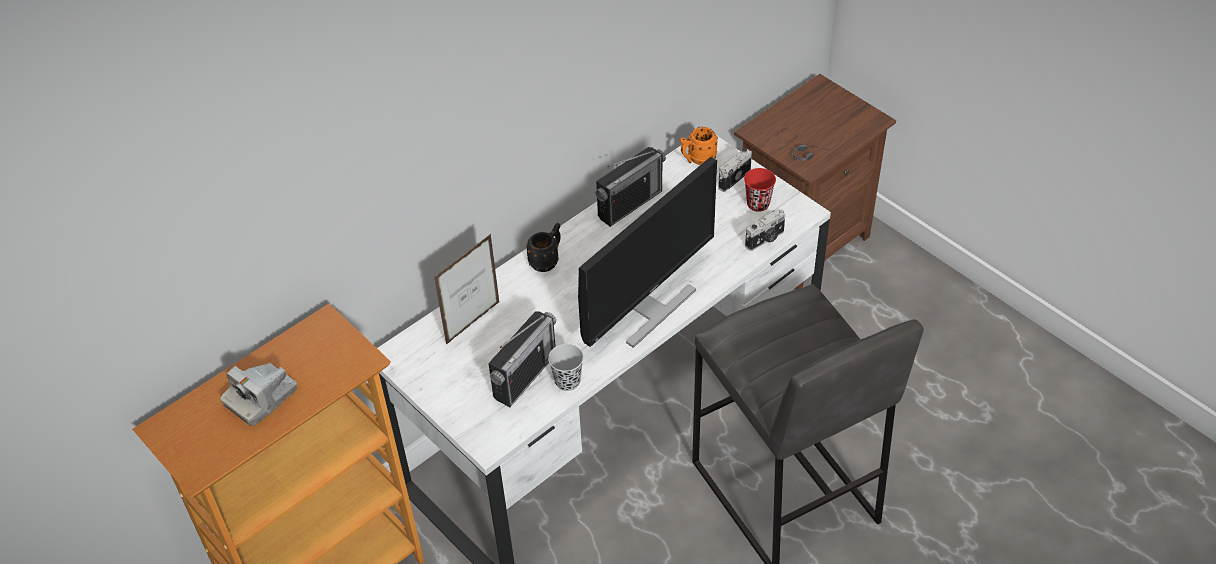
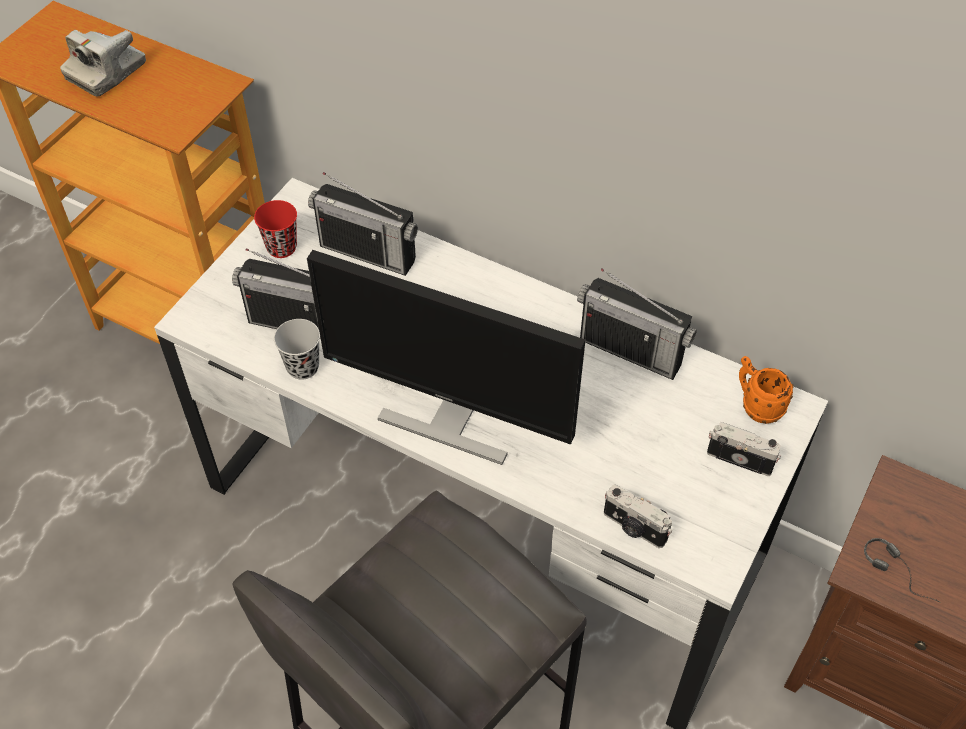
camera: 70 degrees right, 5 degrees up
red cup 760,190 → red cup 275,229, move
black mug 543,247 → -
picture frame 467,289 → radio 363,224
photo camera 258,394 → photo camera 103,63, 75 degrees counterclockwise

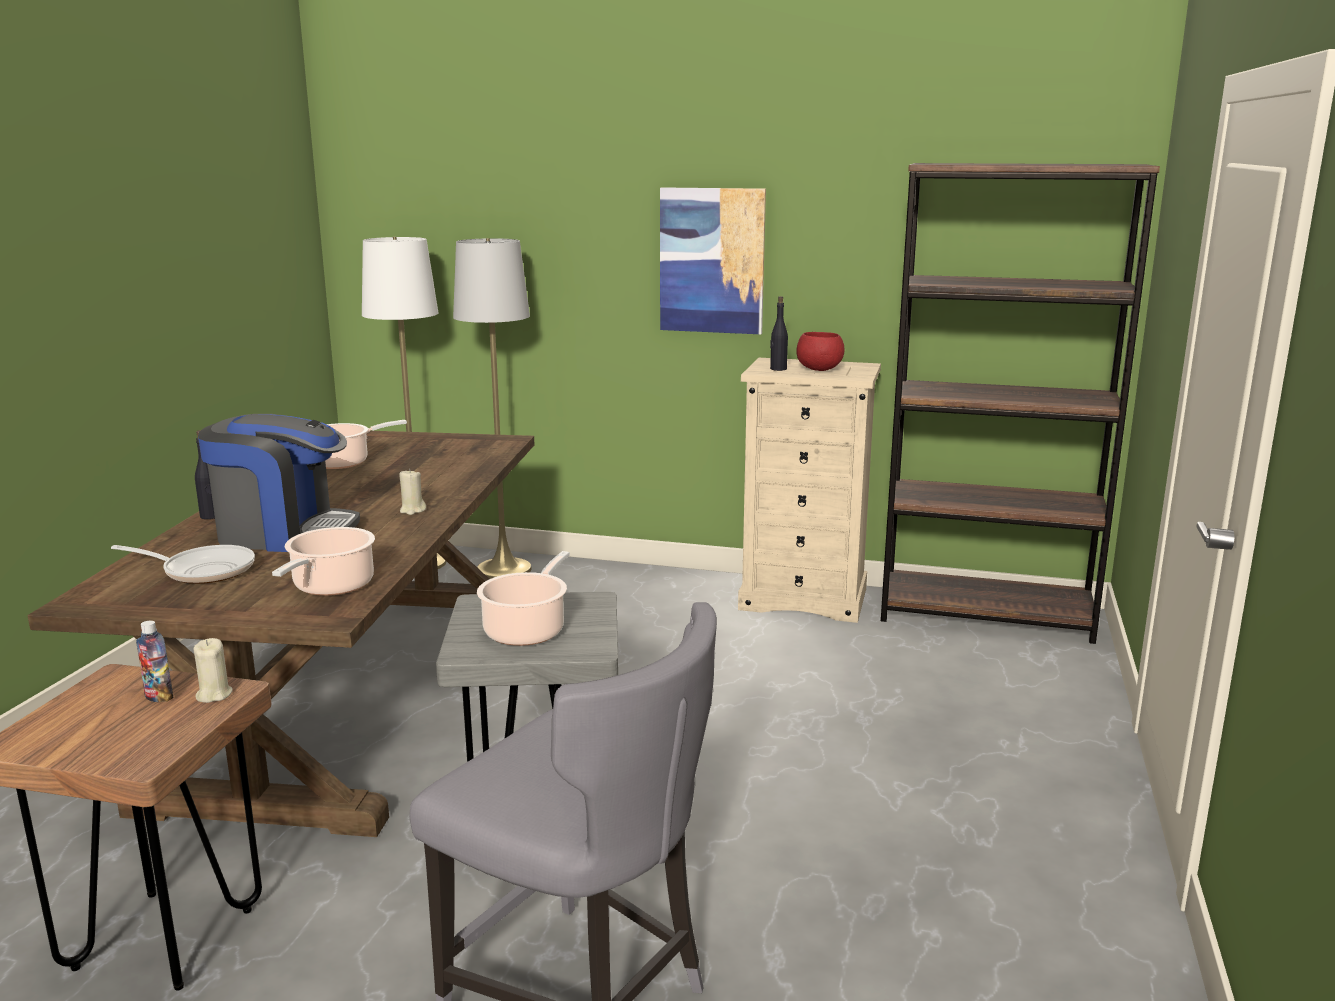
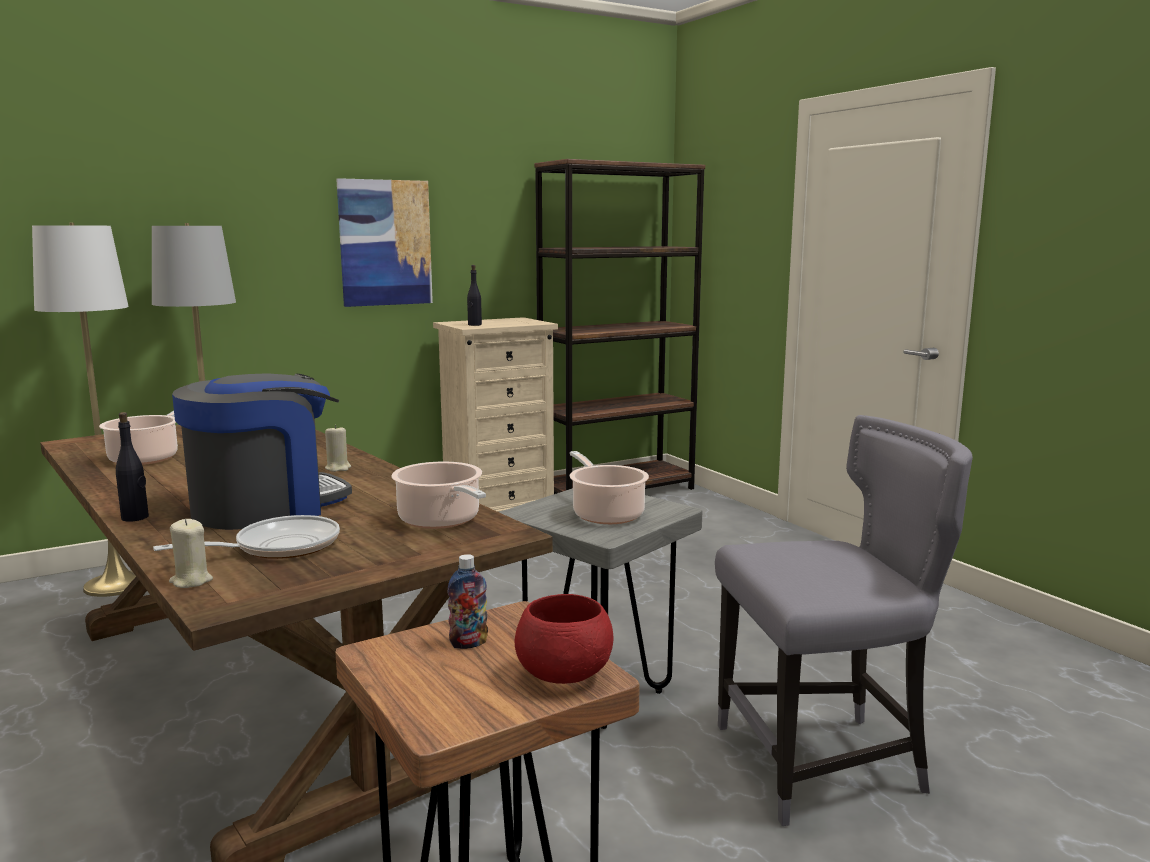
camera: 45 degrees left, 5 degrees down
red bowl 820,351 → red bowl 564,639, move
beige candle 213,670 → beige candle 191,553, move

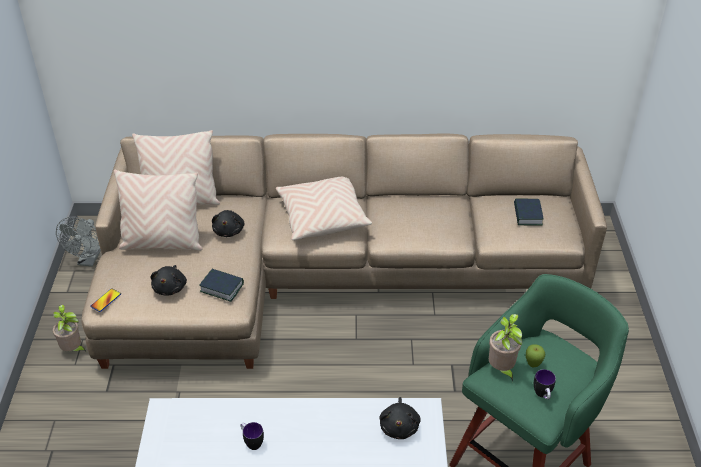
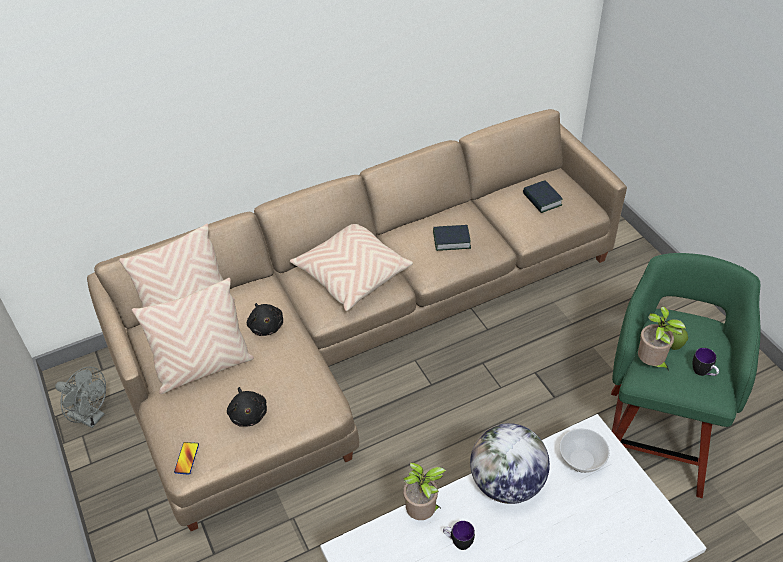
camera: 25 degrees left, 5 degrees up
grey fan 78,242 → grey fan 80,397, 45 degrees counterclockwise
book 221,285 → book 452,238, move
potted plant 70,328 → potted plant 424,491, move
black plush toy 400,418 → bowl 585,450
- → globe 510,463

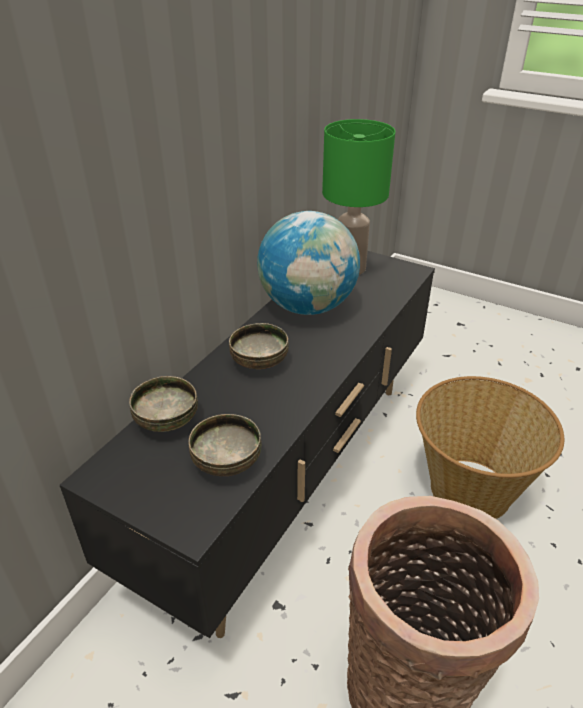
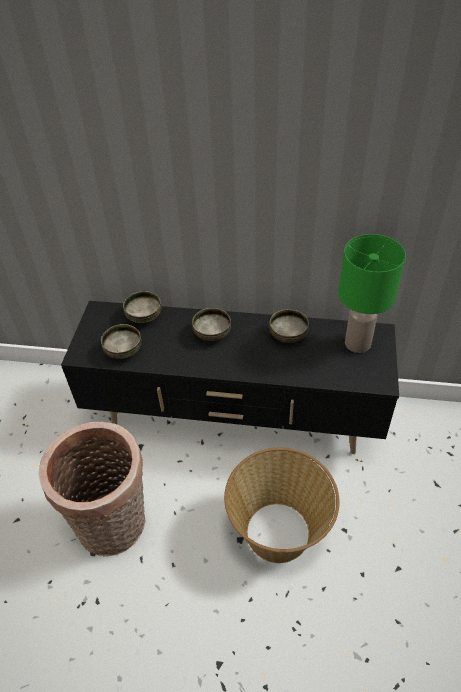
camera: 70 degrees right, 10 degrees up
globe 308,263 → bowl 289,326

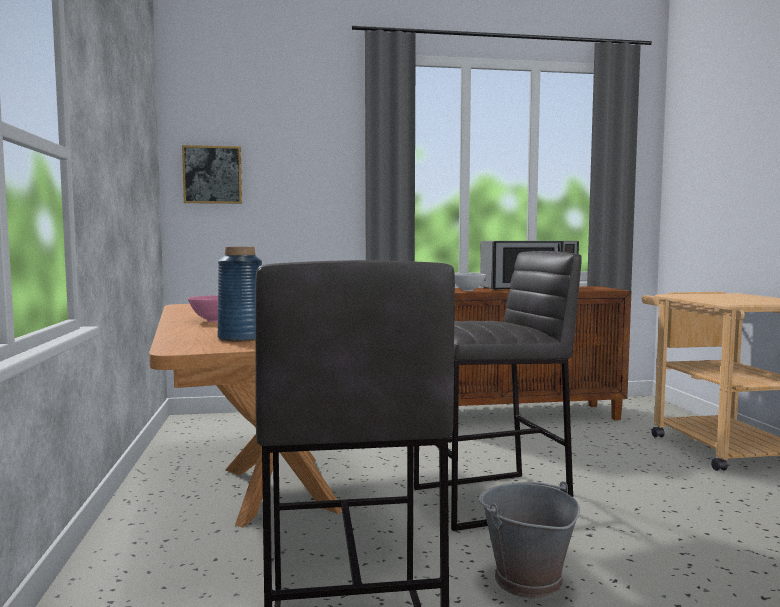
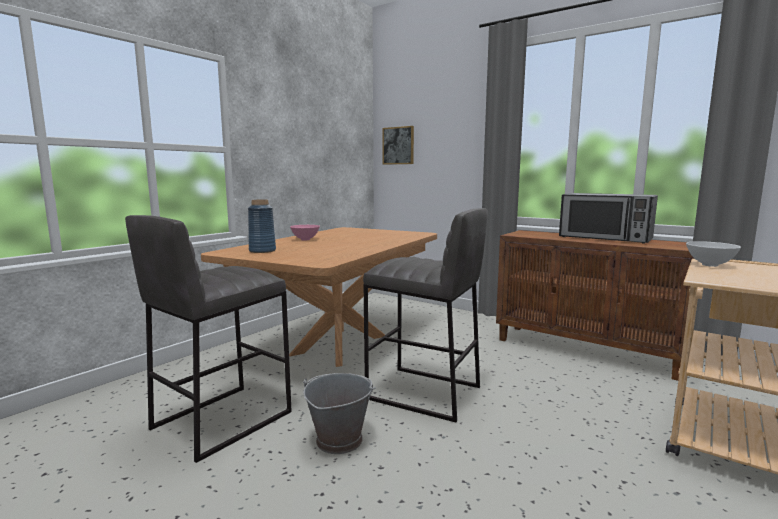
camera: 45 degrees right, 5 degrees up
white bowl 470,282 → white bowl 713,254, move

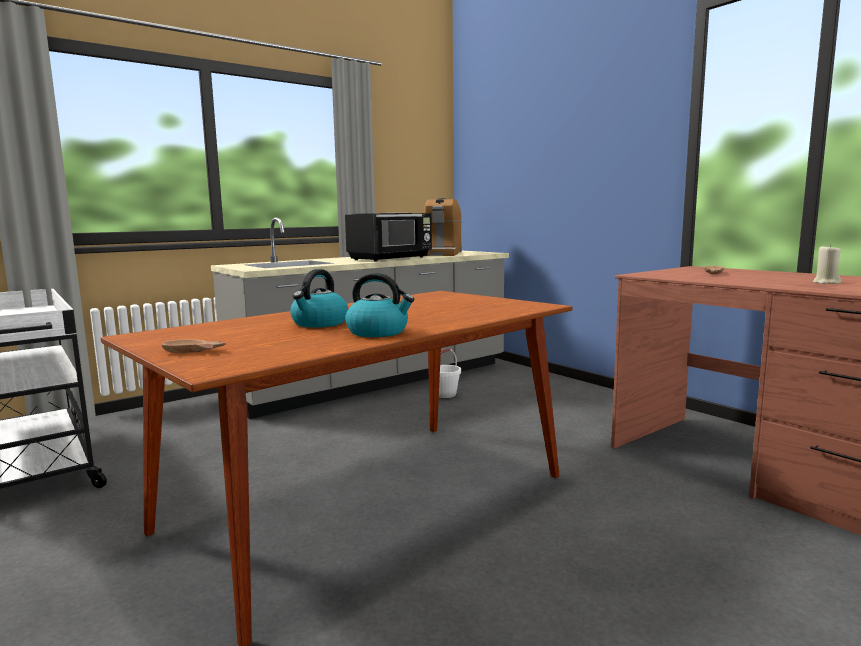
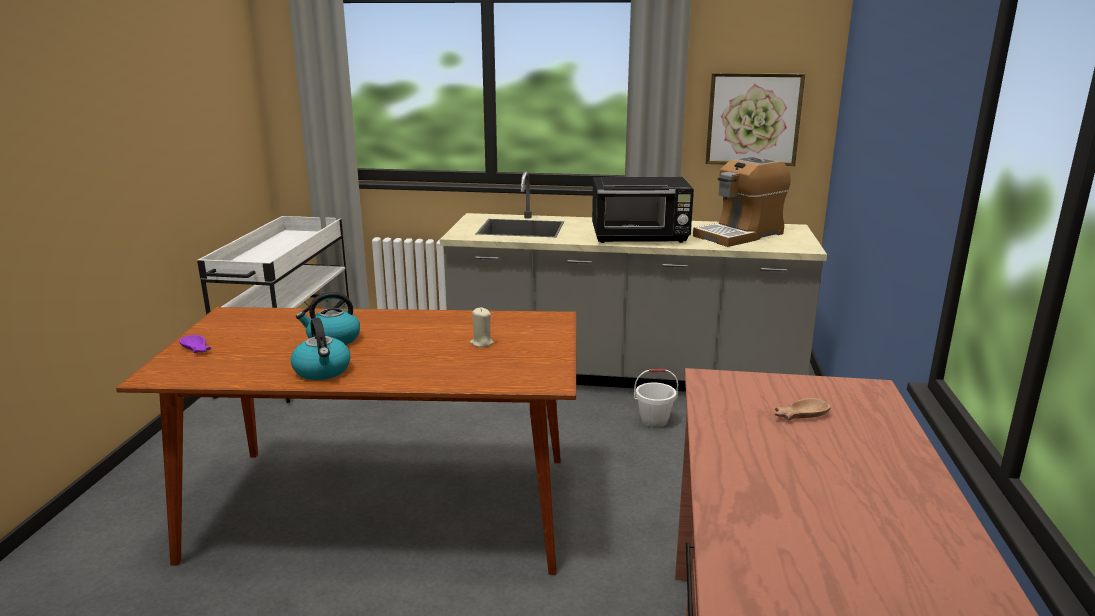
camera: 45 degrees right, 10 degrees up
beige candle 827,264 → beige candle 482,327, move
brown bowl 193,346 → purple bowl 195,344
- → picture 755,119

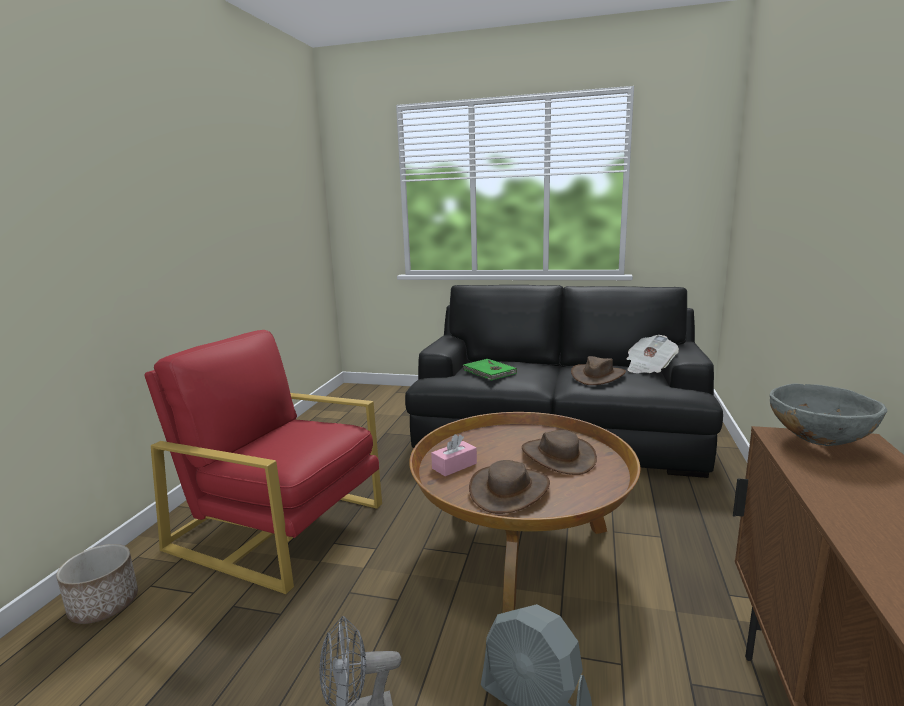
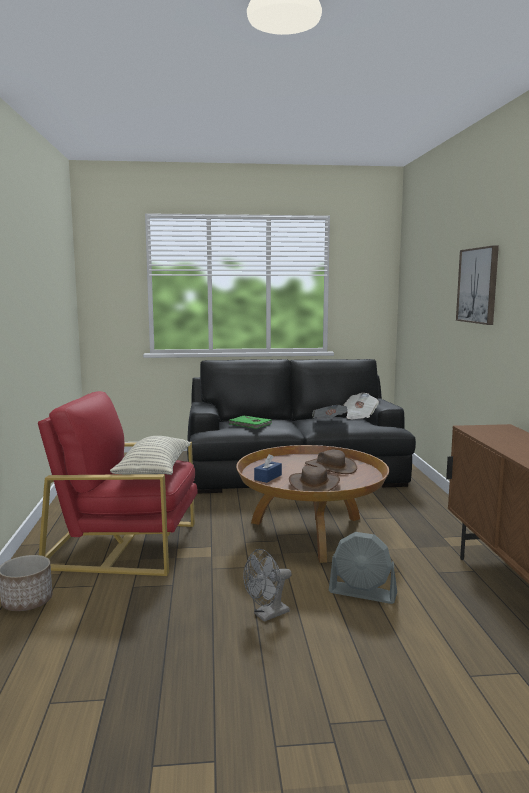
camera: 20 degrees left, 5 degrees down
brown hat 598,370 → newspaper 330,412
grey bowl 828,414 → -
pink tissue box 454,455 → blue tissue box 268,468
- → picture 477,285
- → pillow 150,455

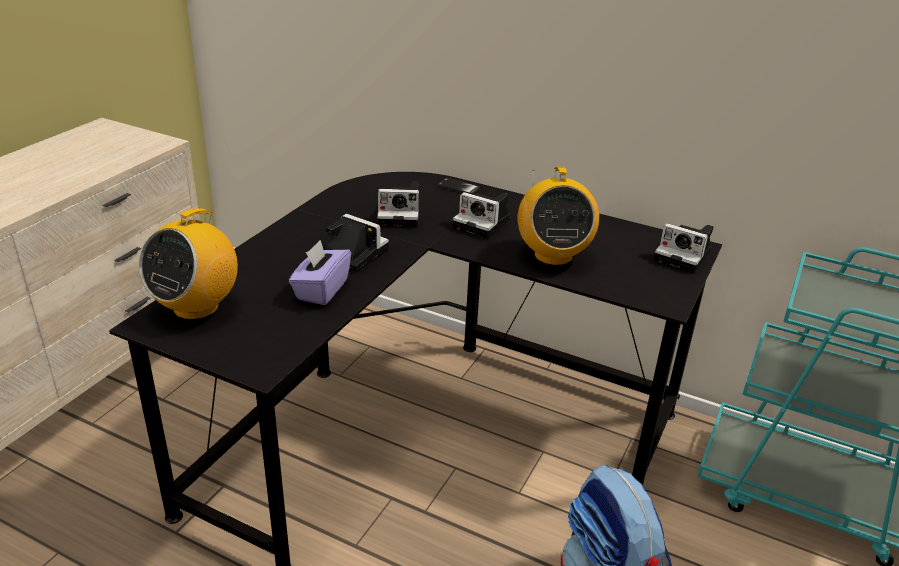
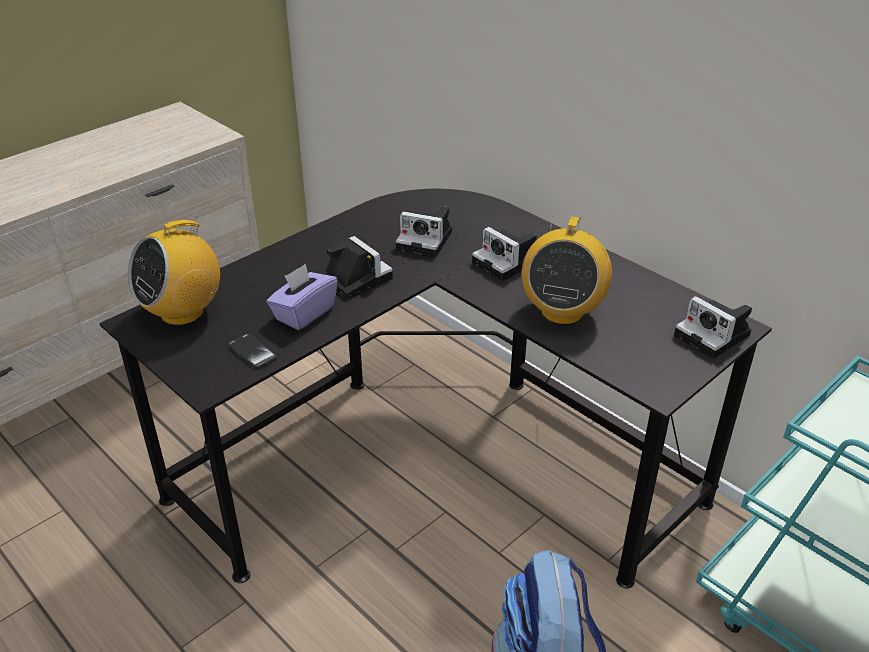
camera: 20 degrees right, 5 degrees up
phone 459,186 → phone 252,351, move

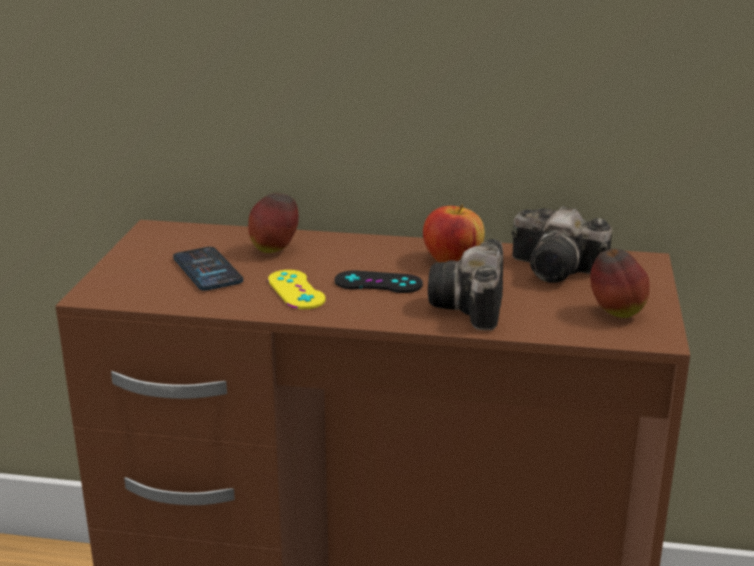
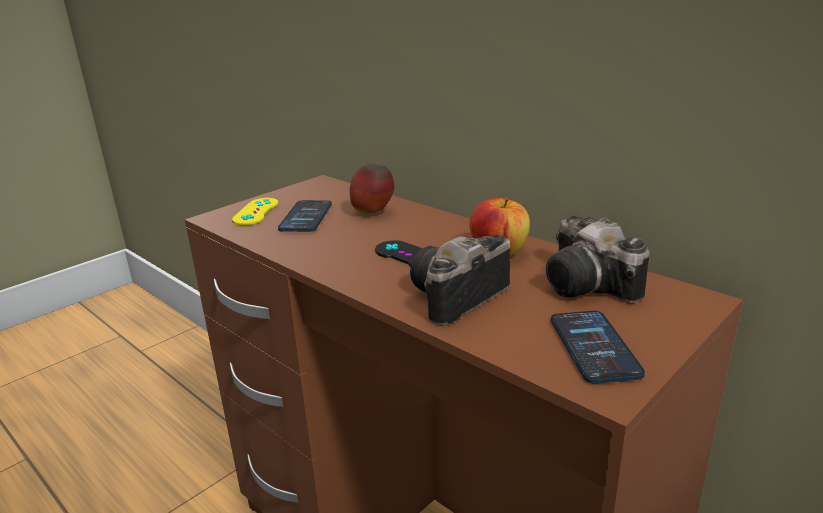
camera: 35 degrees right, 0 degrees up
apple 620,283 → phone 598,347
yellow game controller 297,289 → yellow game controller 255,211, move

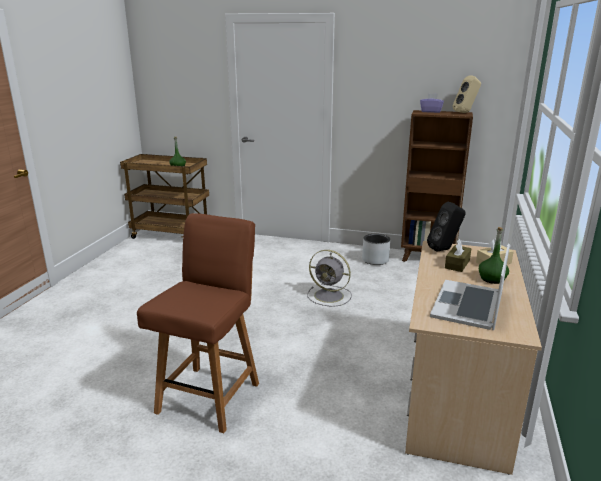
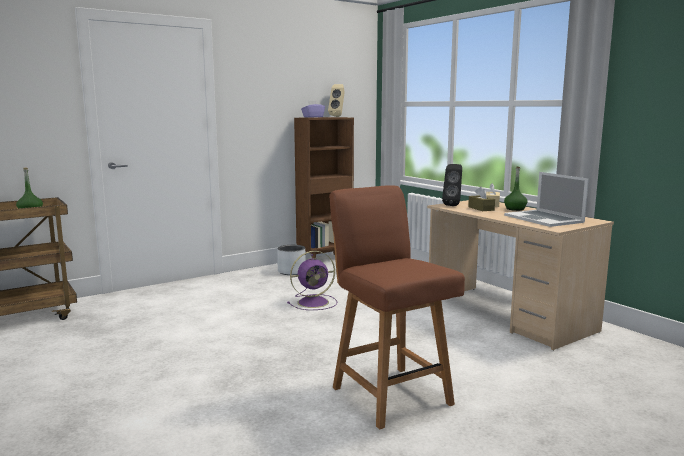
camera: 50 degrees left, 10 degrees down
grey fan 329,278 → purple fan 312,280

